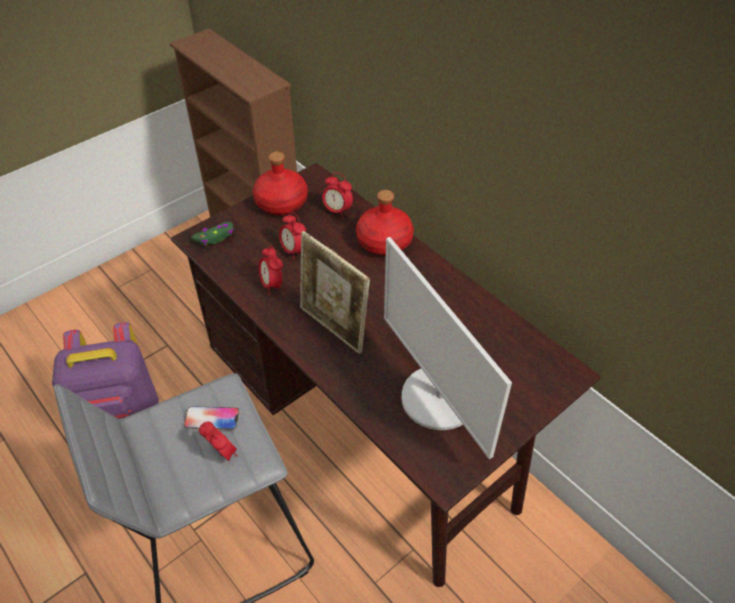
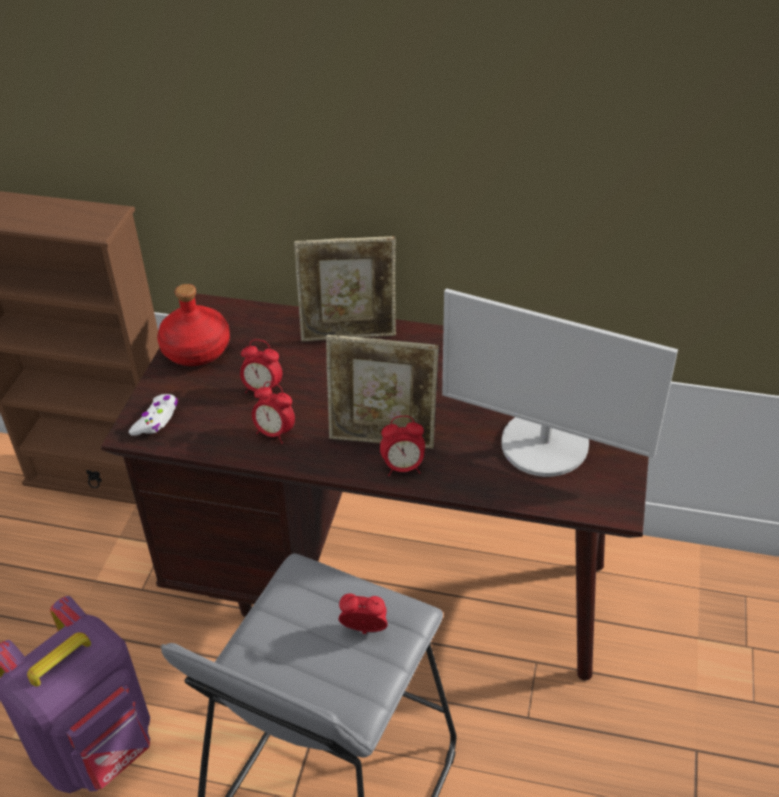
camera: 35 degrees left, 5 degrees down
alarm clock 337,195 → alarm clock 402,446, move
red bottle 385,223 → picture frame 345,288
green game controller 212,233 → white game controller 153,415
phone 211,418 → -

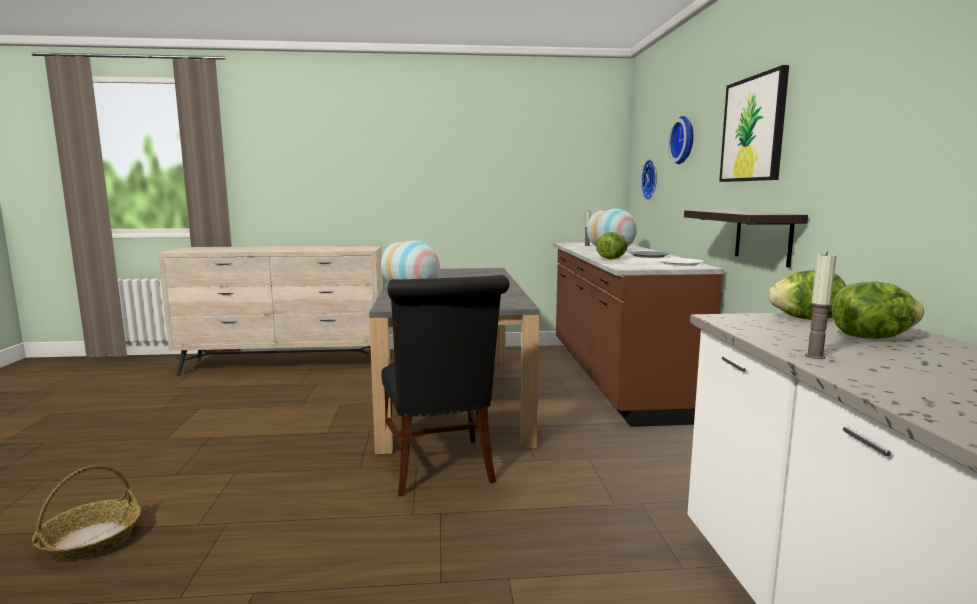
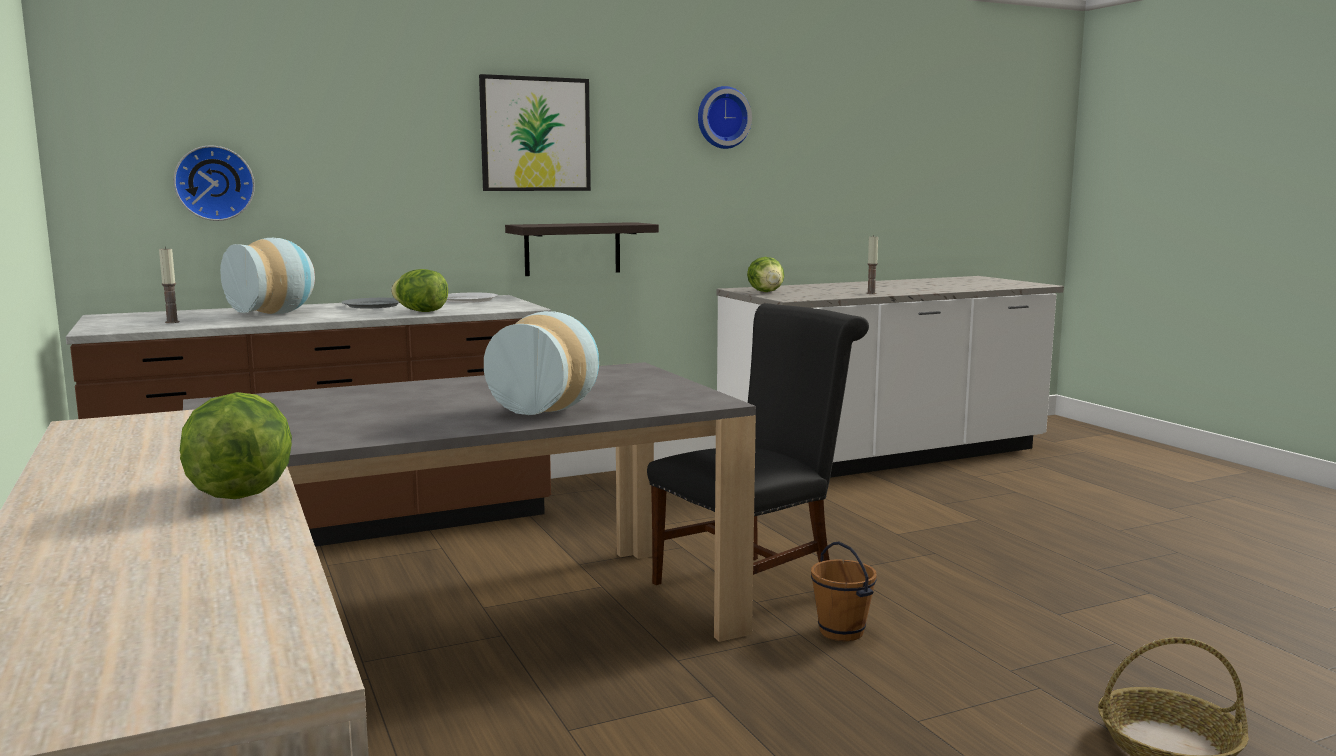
camera: 110 degrees left, 0 degrees up
wall clock 680,140 → wall clock 725,117, move
lettuce 878,310 → lettuce 236,445, move
- → brown bucket 844,591

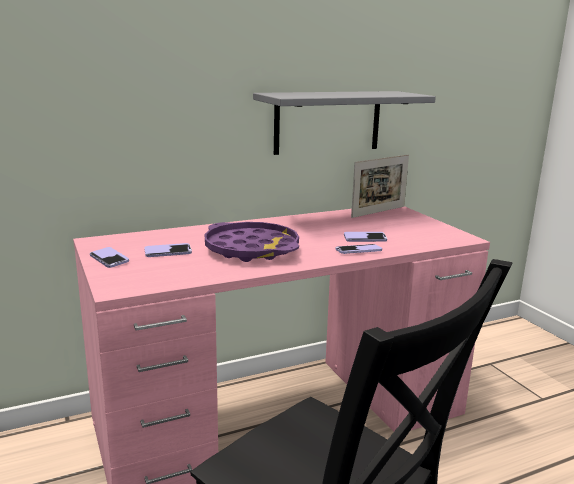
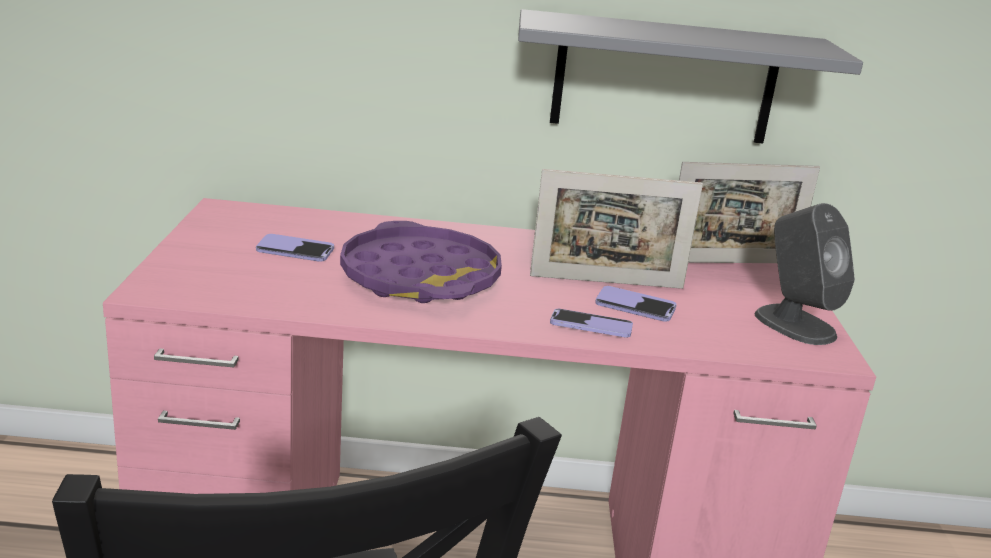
camera: 25 degrees right, 5 degrees up
phone 109,257 → -
- → picture frame 616,229
- → grey speaker 805,274

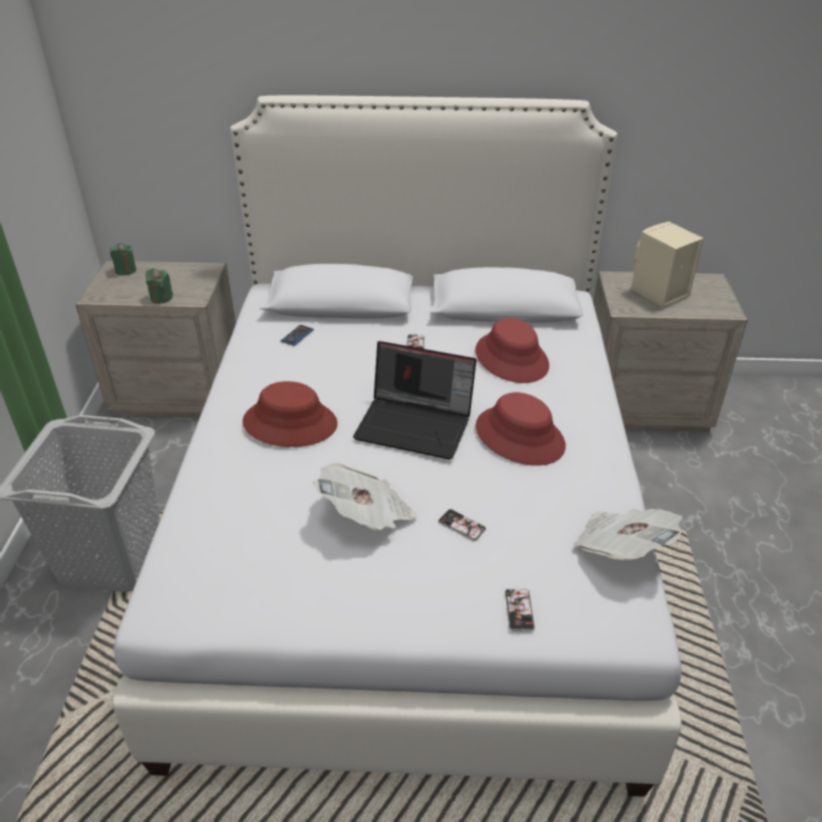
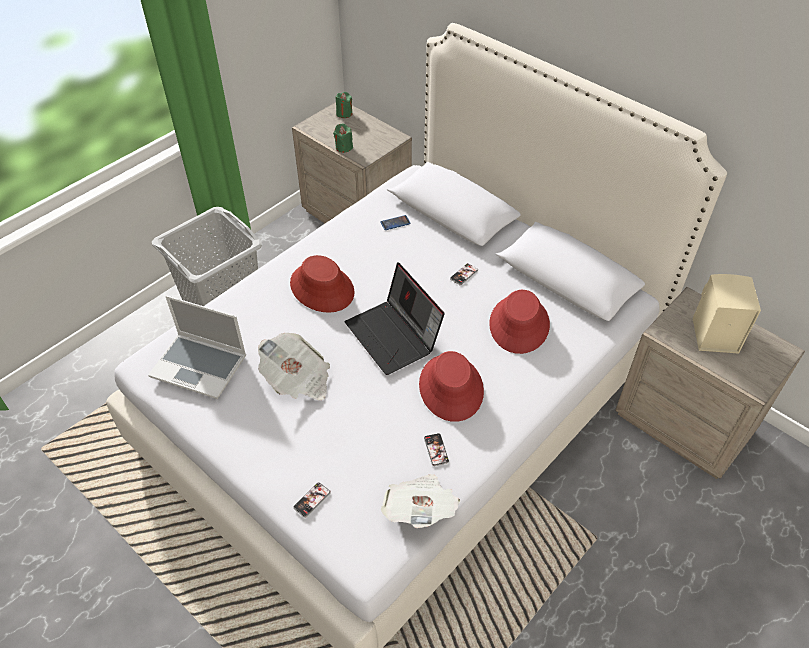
camera: 40 degrees right, 10 degrees up
phone 462,525 → phone 436,449, move
- → laptop 197,347

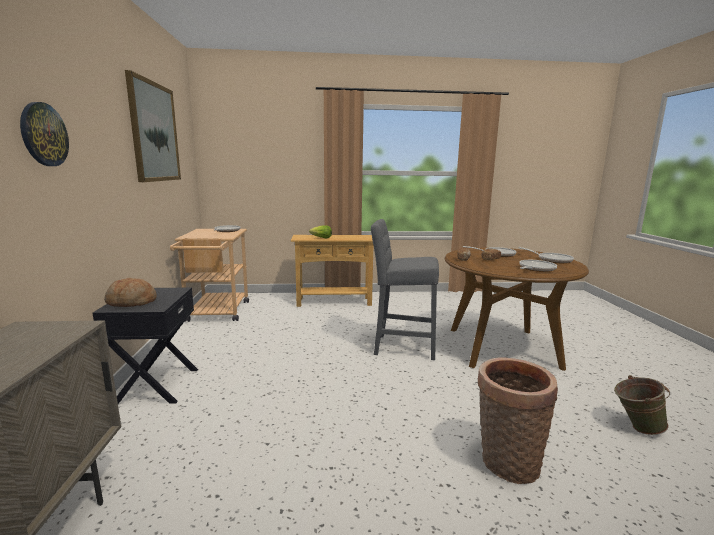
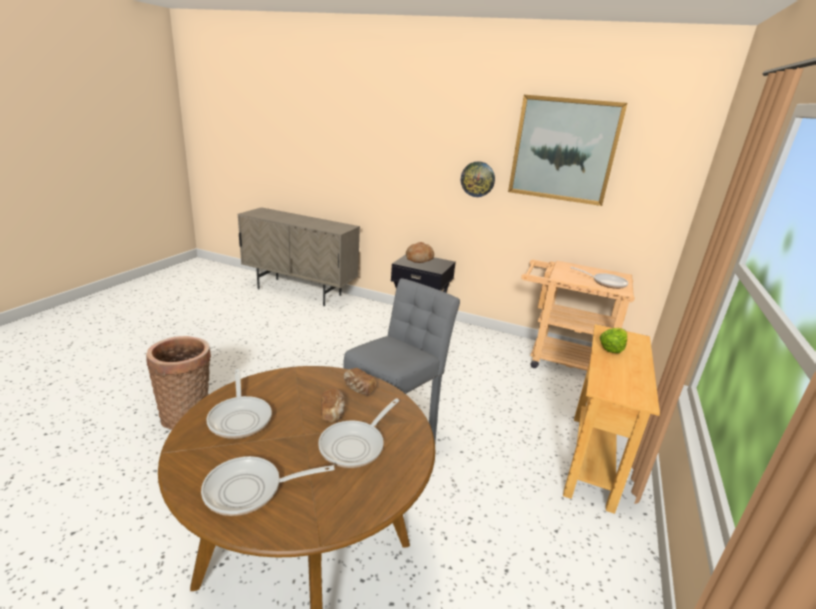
camera: 115 degrees right, 10 degrees up
wall clock 44,134 → wall clock 478,179, move
green bucket 642,405 → -

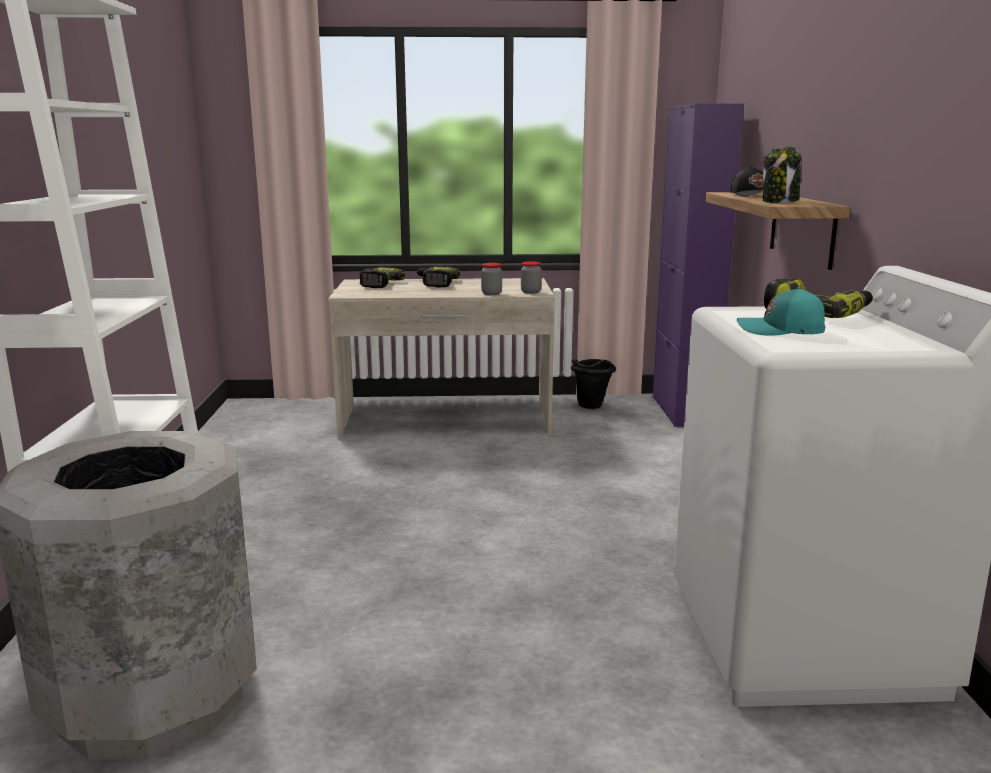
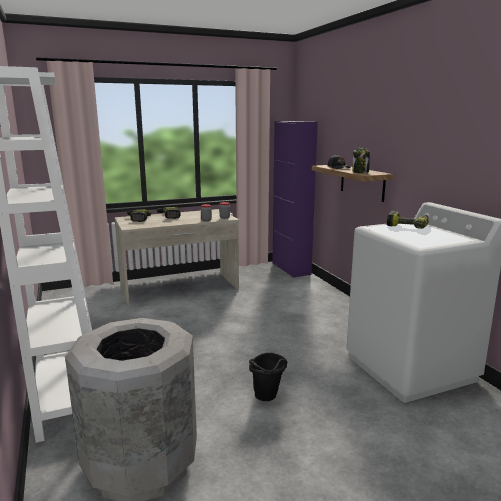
camera: 20 degrees left, 0 degrees up
turquoise cap 781,311 → -
black bucket 593,384 → black bucket 268,376, move

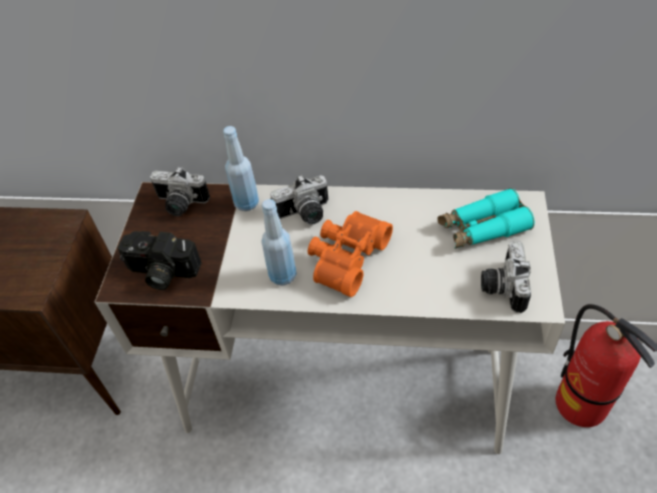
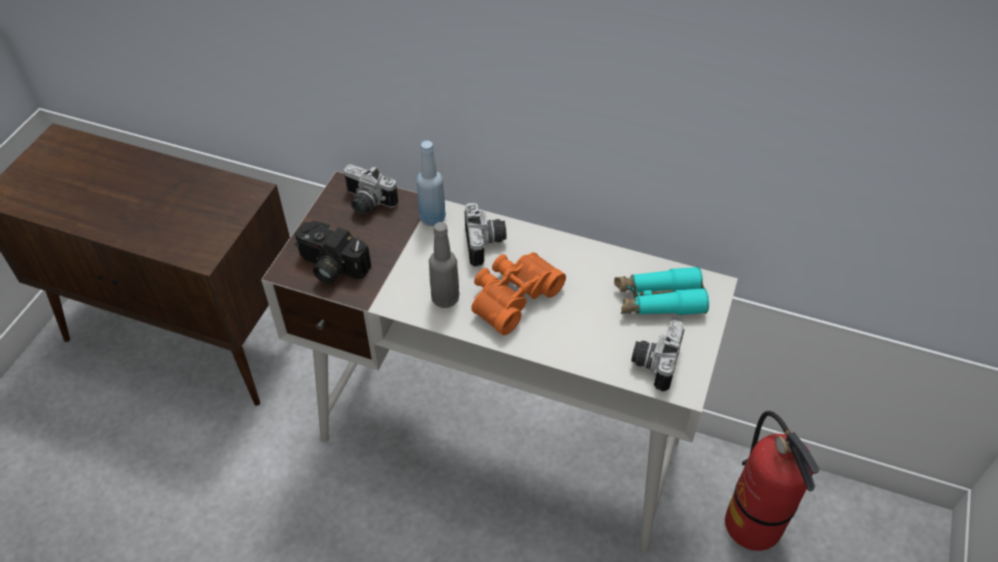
camera: 10 degrees right, 0 degrees up
photo camera 299,200 → photo camera 486,235, 90 degrees counterclockwise
blue bottle 279,242 → grey bottle 444,265

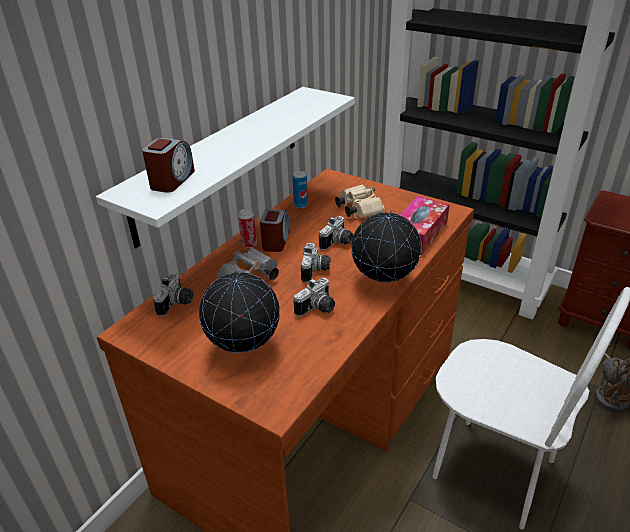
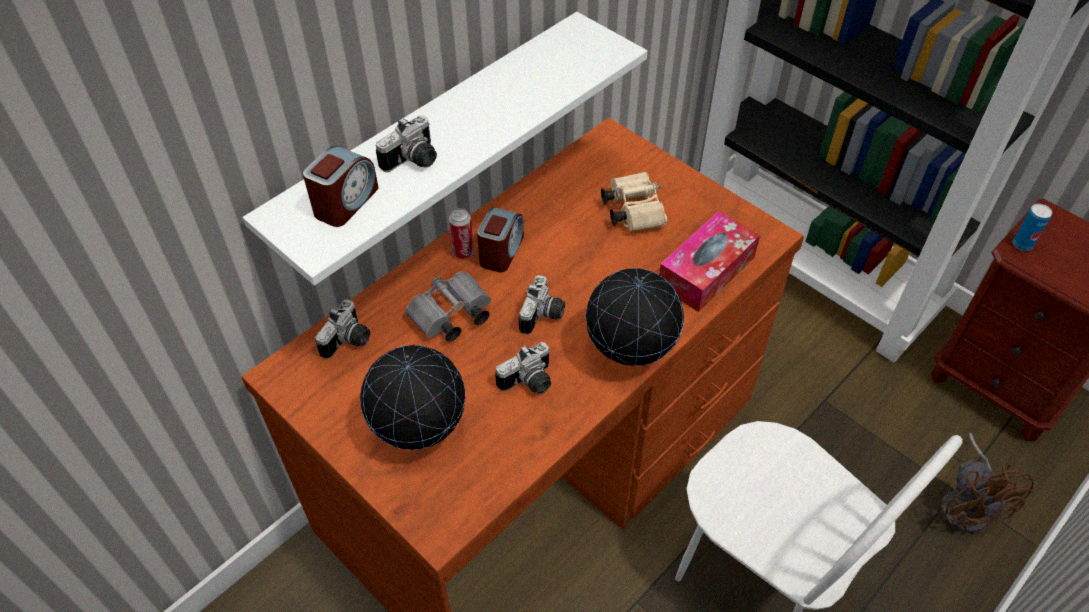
camera: 10 degrees right, 15 degrees up
can 300,189 → can 1032,227, move
photo camera 336,233 → photo camera 406,143, move

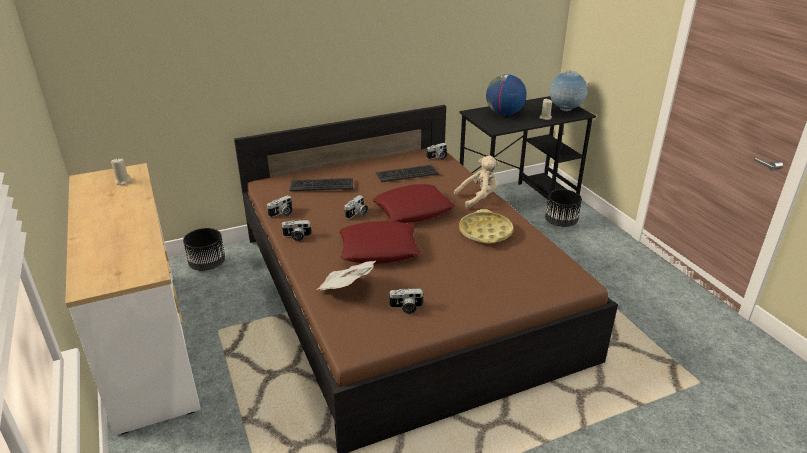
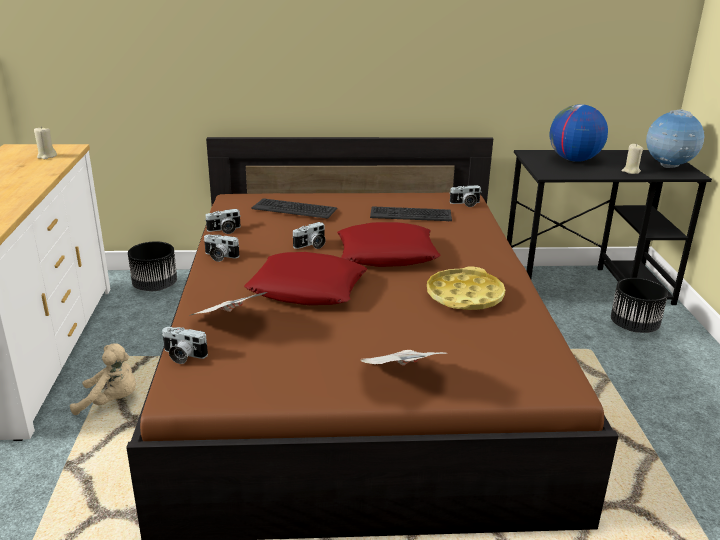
camera: 20 degrees right, 5 degrees down
beige plush toy 476,182 → beige plush toy 103,379, move
photo camera 406,301 → photo camera 185,345, move
- → newspaper 404,358

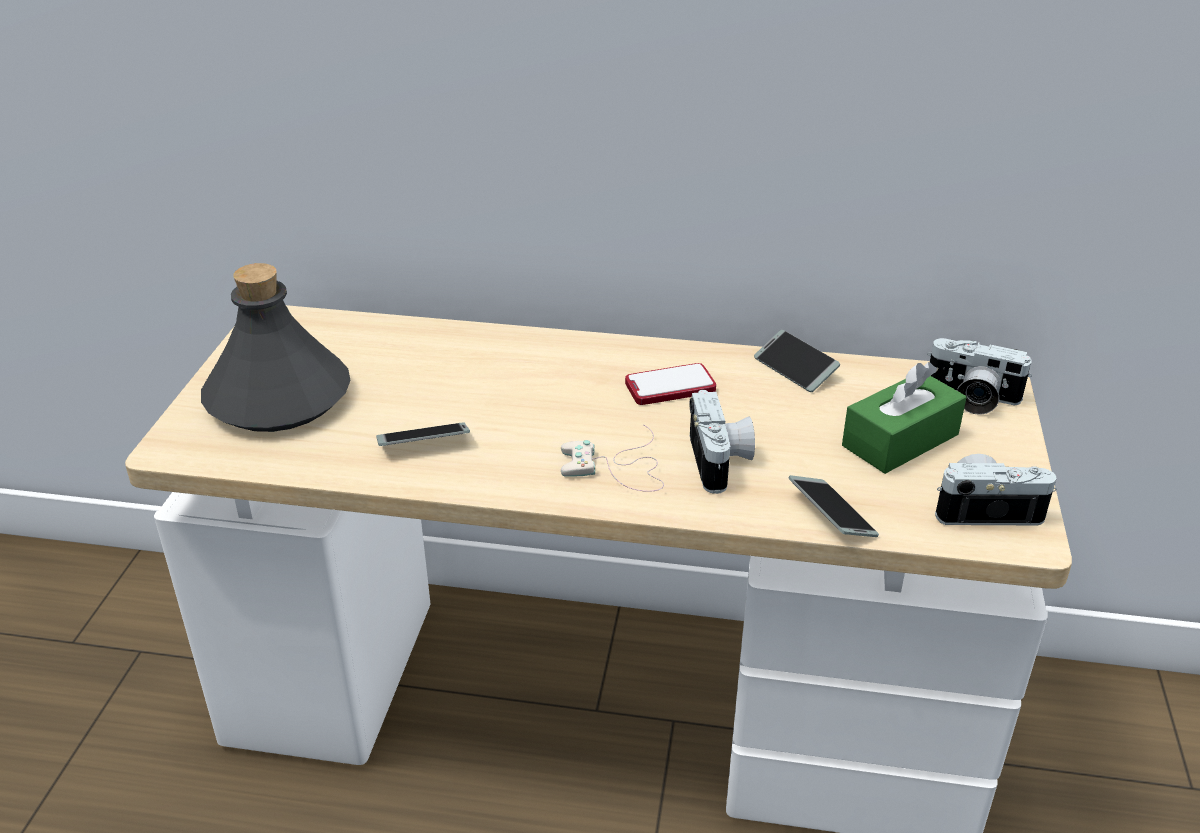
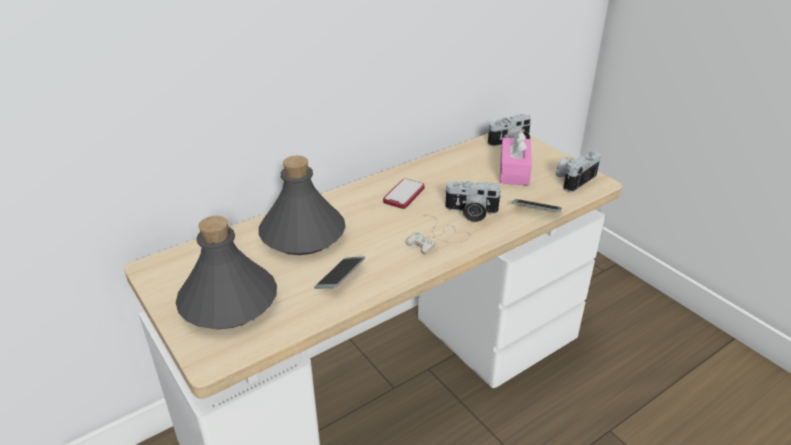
camera: 45 degrees left, 0 degrees up
phone 797,361 → -
green tissue box 904,418 → pink tissue box 516,157
photo camera 722,442 → photo camera 473,201, 150 degrees clockwise
- → grey bottle 302,205

